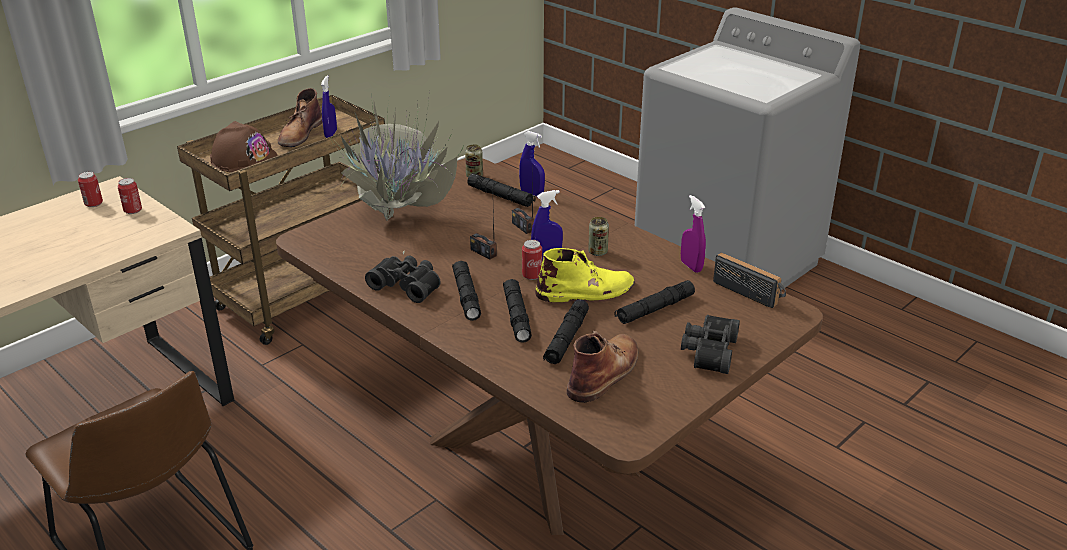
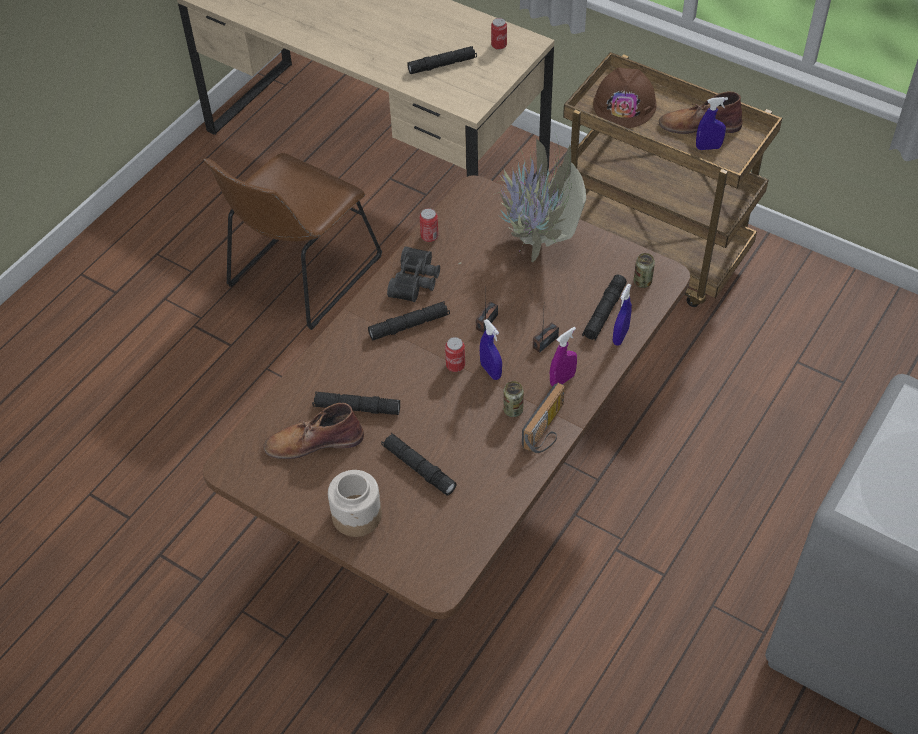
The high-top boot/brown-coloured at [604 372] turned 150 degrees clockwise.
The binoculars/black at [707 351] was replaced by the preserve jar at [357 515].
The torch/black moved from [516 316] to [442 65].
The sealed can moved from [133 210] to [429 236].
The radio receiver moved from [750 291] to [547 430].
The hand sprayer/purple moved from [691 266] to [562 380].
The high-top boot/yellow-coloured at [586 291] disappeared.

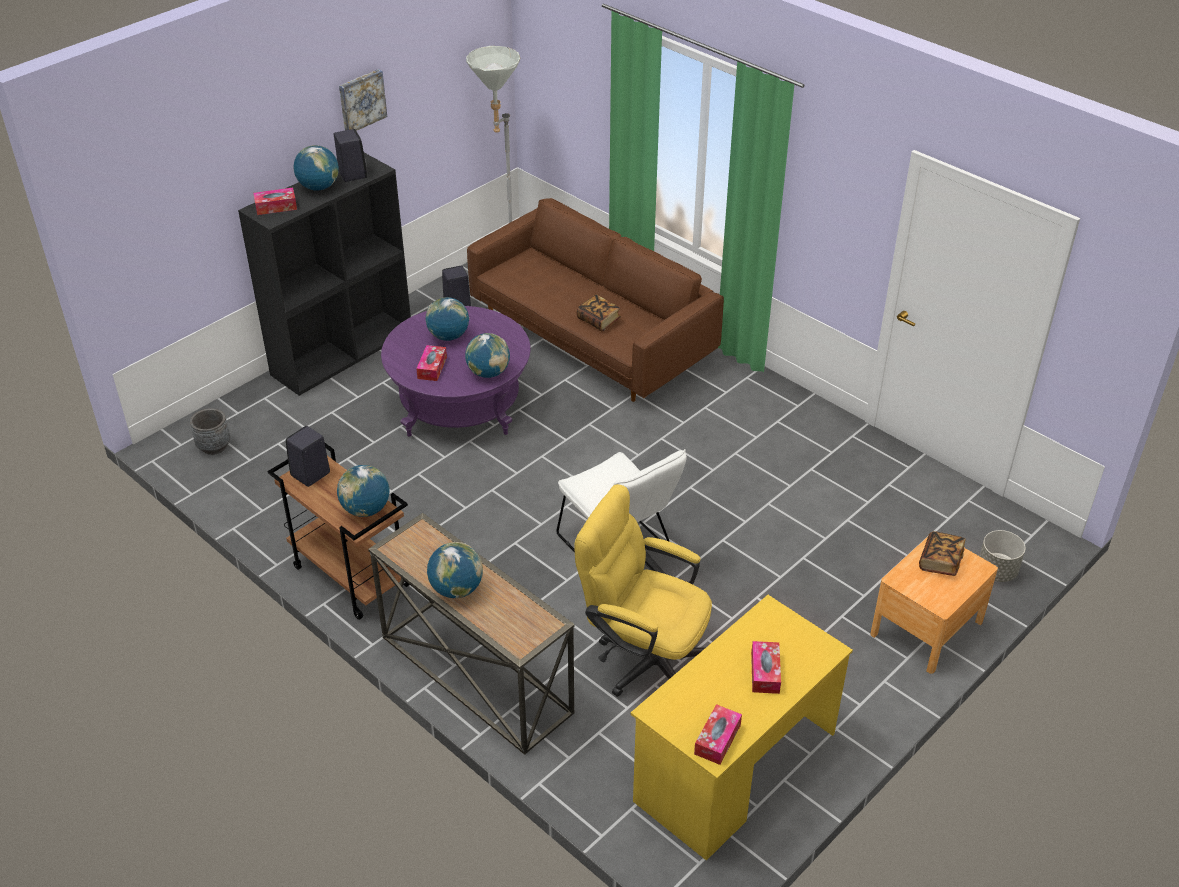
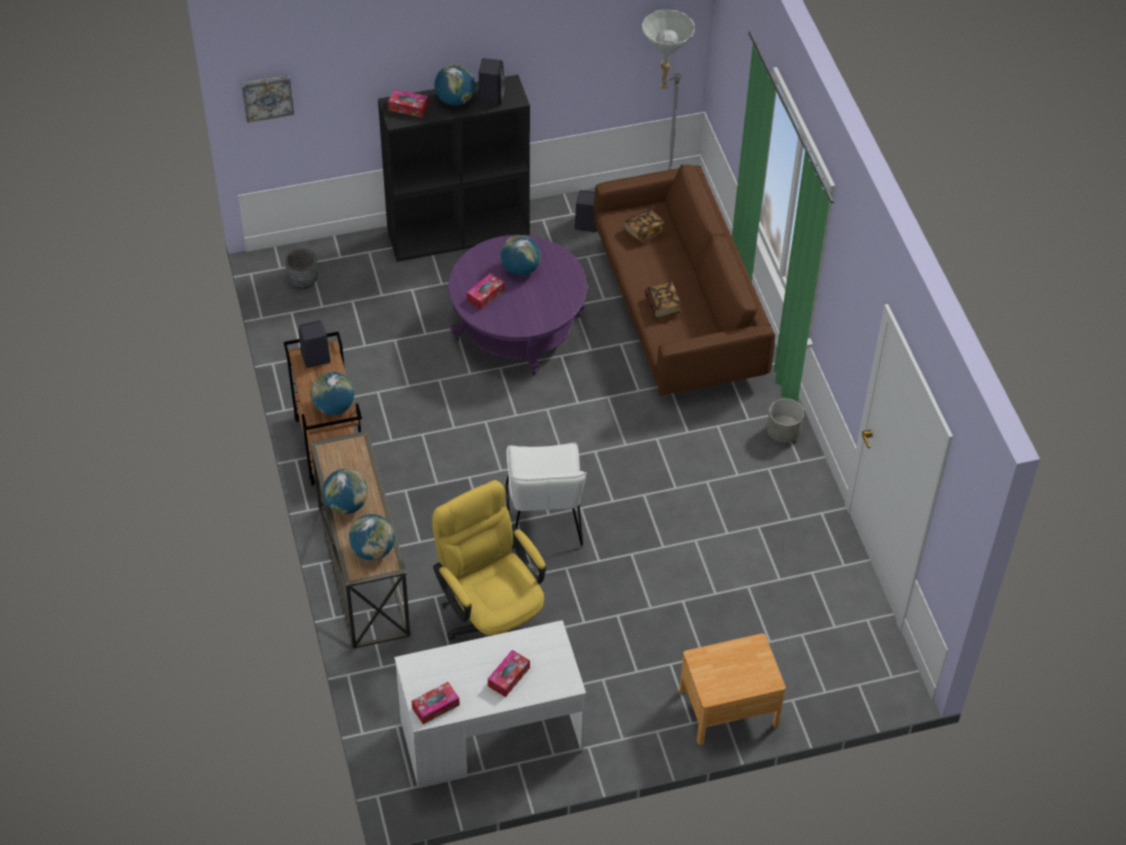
The picture moved from [361 100] to [267 96].
The globe moved from [488 373] to [373 550].
The desk unit/yellow-coloured at [735 767] became the desk unit/white at [491 736].
The book moved from [940 561] to [643 231].
The plant pot/greyish moved from [997 571] to [783 432].

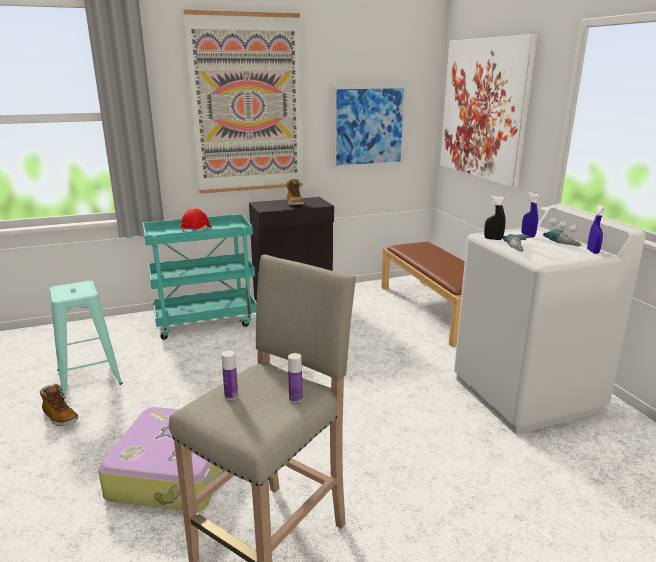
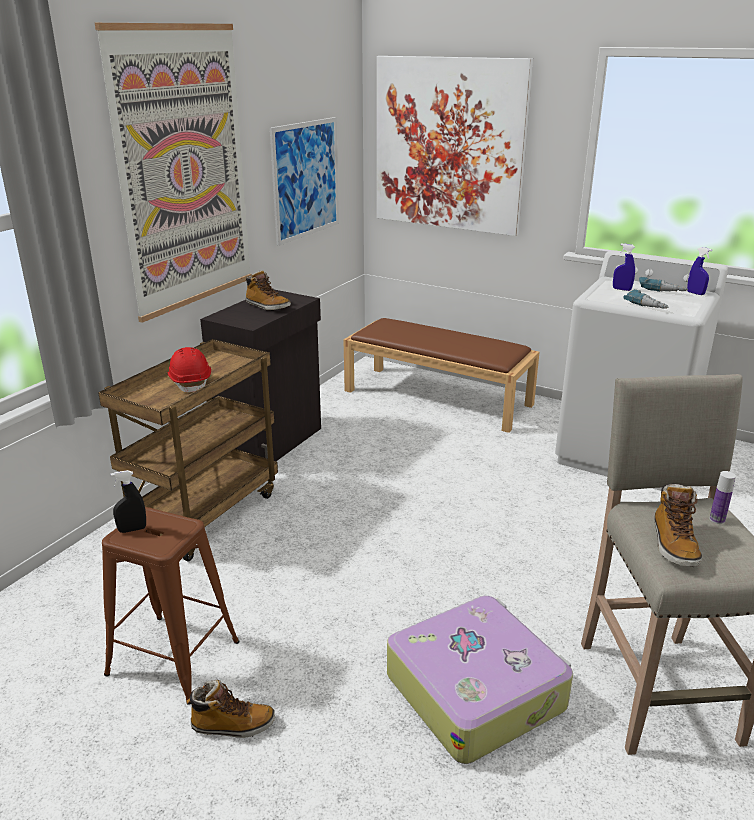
The cart/turquoise at [206 321] became the cart/brown-coloured at [205 513].
The stool seat/turquoise at [89 377] became the stool seat/brown-coloured at [173 658].
The hand sprayer/black moved from [493 239] to [132 529].
The drink bottle at [231 395] was replaced by the high-top boot at [673 544].

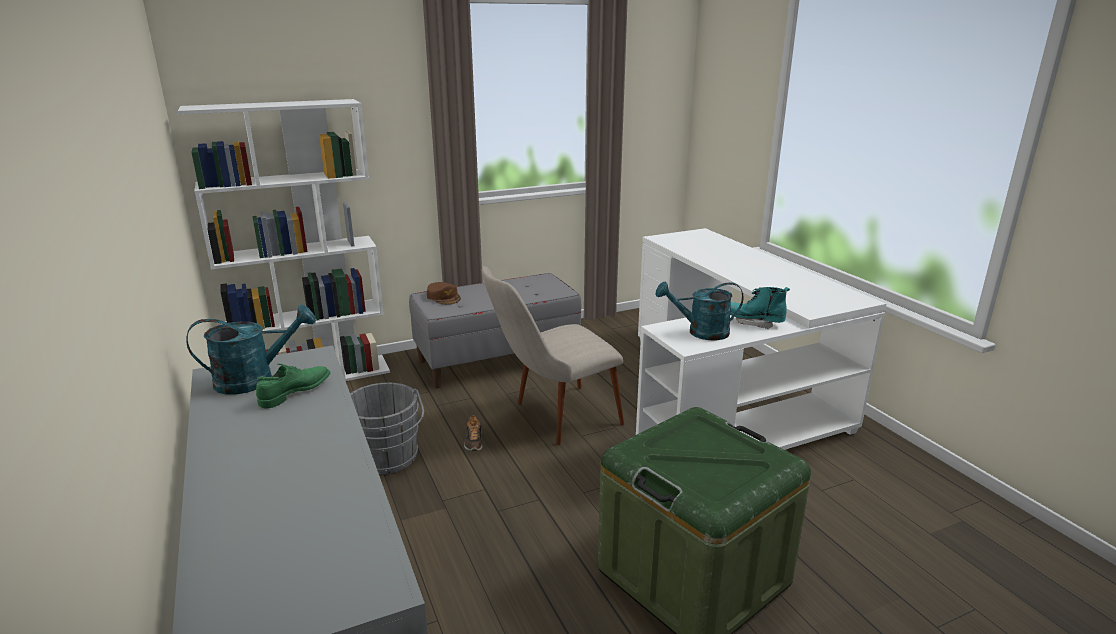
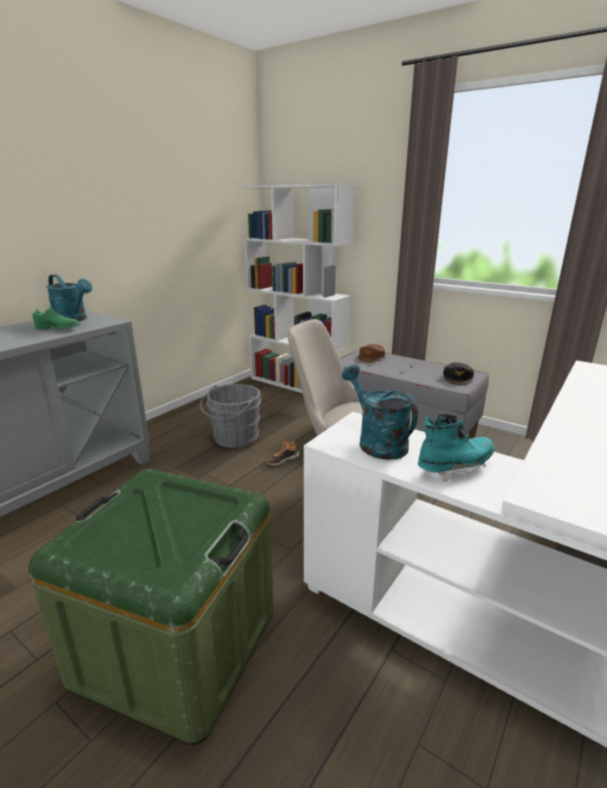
The high-top boot/turquoise at [753 322] turned 75 degrees clockwise.
The cap/black at [458 377] appeared.

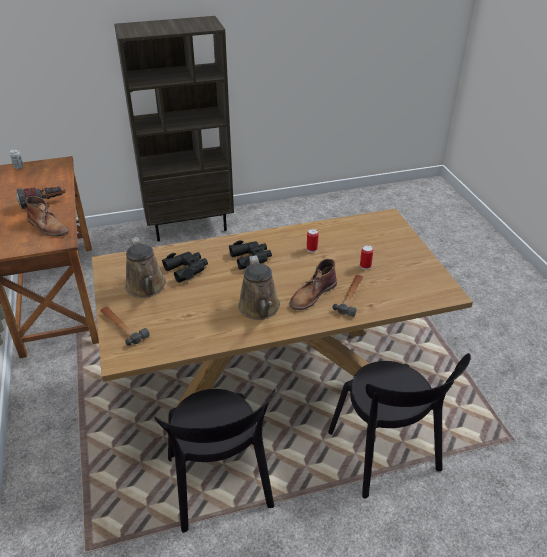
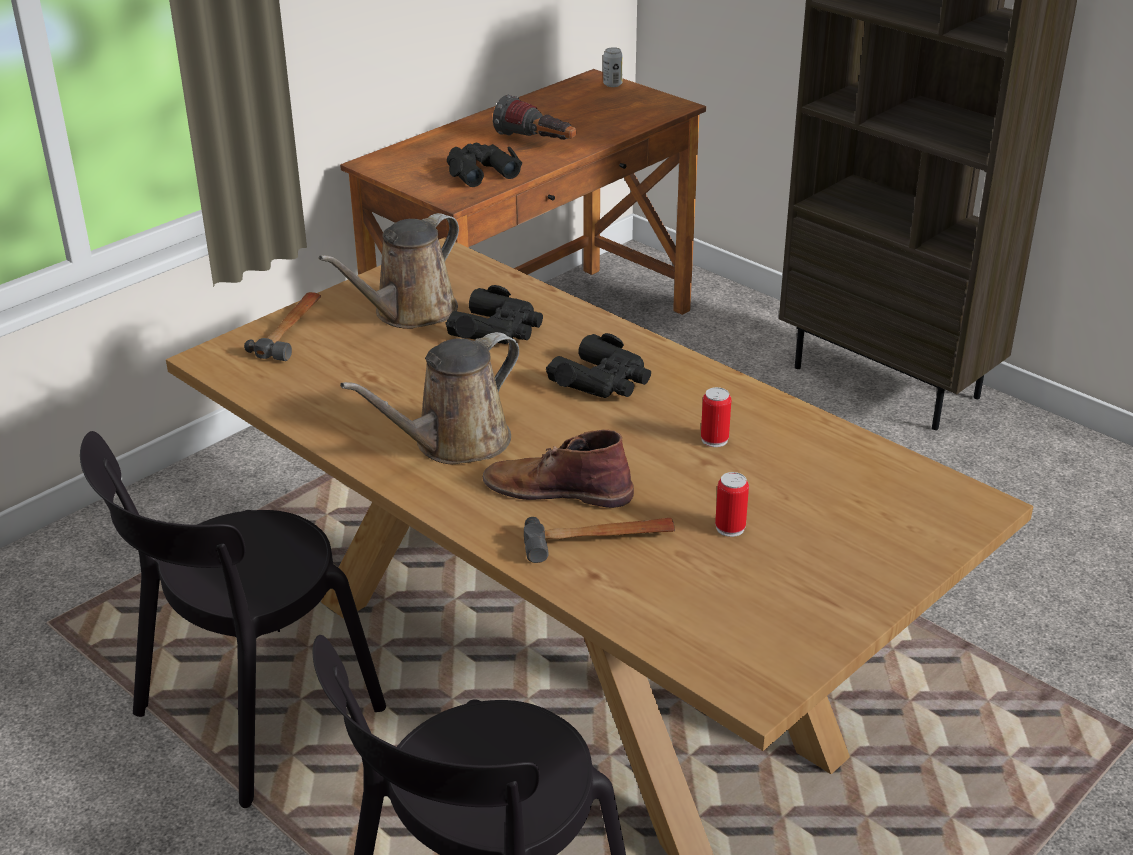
The high-top boot/brown-coloured at [48 226] was replaced by the binoculars/black at [479 171].

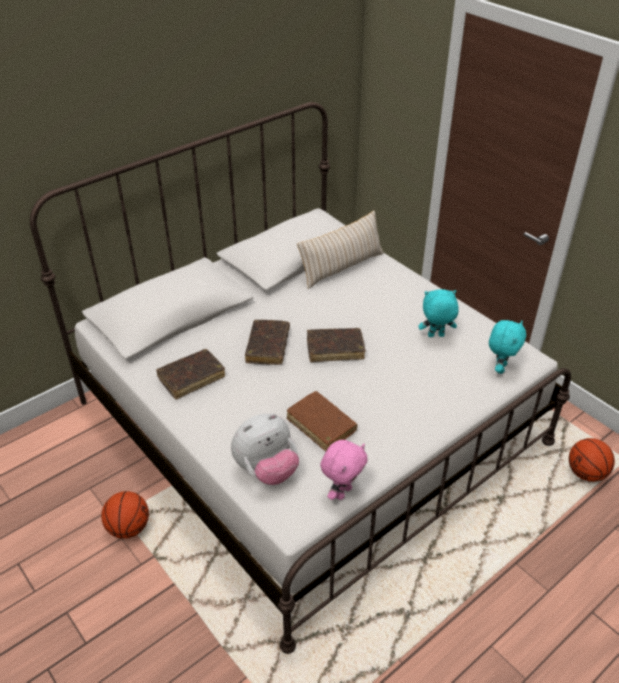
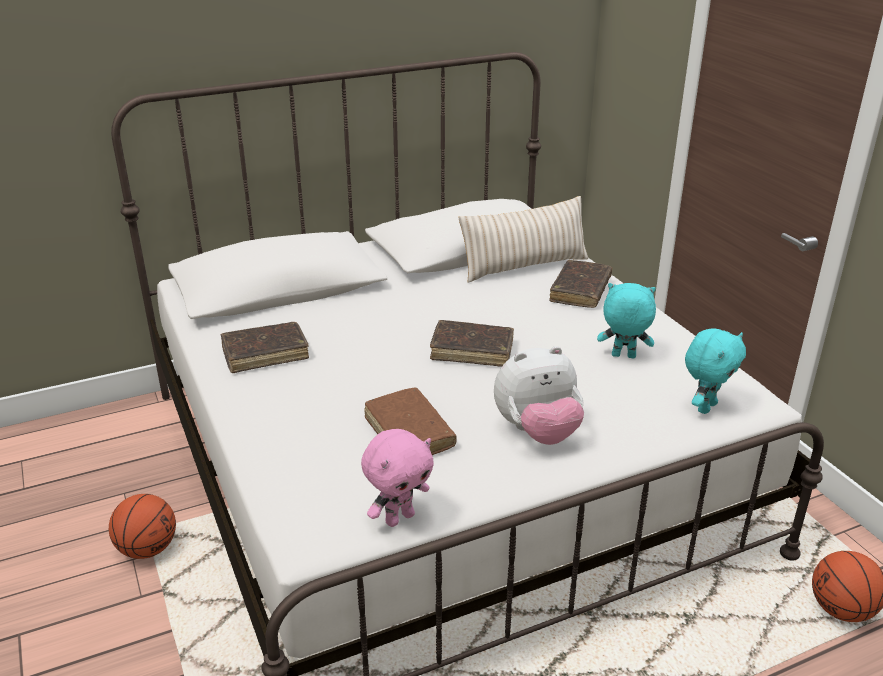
The soft toy moved from [266 470] to [537 432].
The book/brown-coloured moved from [268 347] to [580 291].

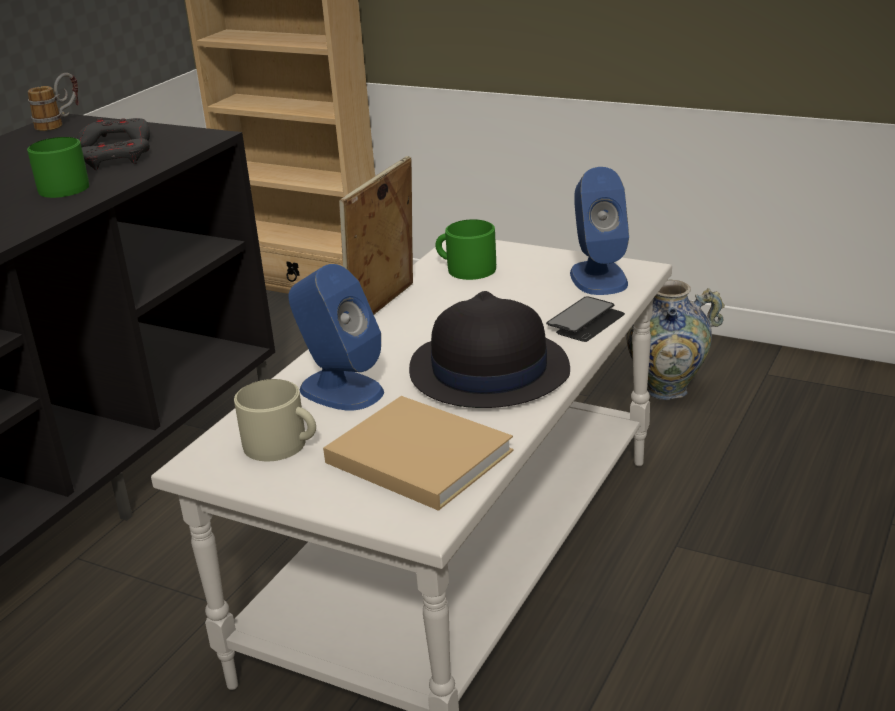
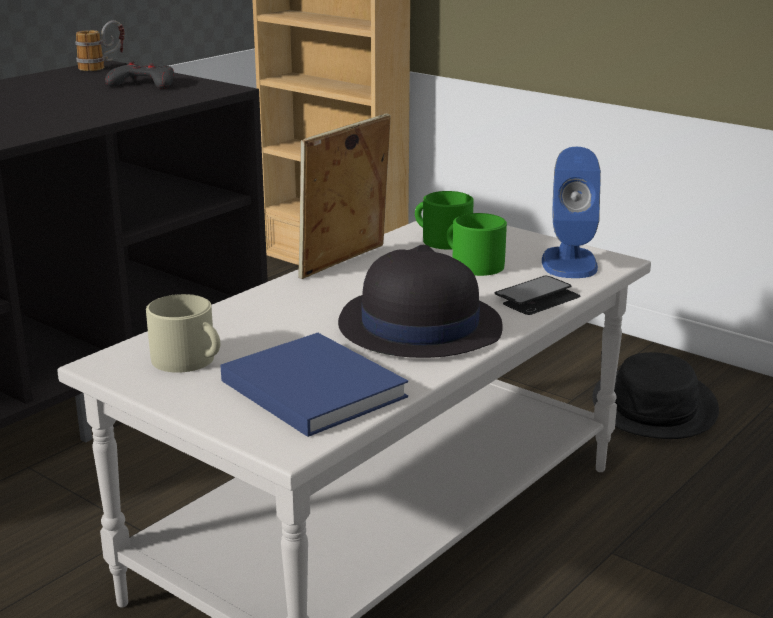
The book/sand-coloured at [415 455] became the book/bluish at [310 387].
The mug/green moved from [58 187] to [472 264].
The decorative vase at [667 390] was replaced by the wearable hat/black at [655 406].
The joypad/greyish at [114 161] disappeared.
The loudspeaker/bluish at [340 390] disappeared.

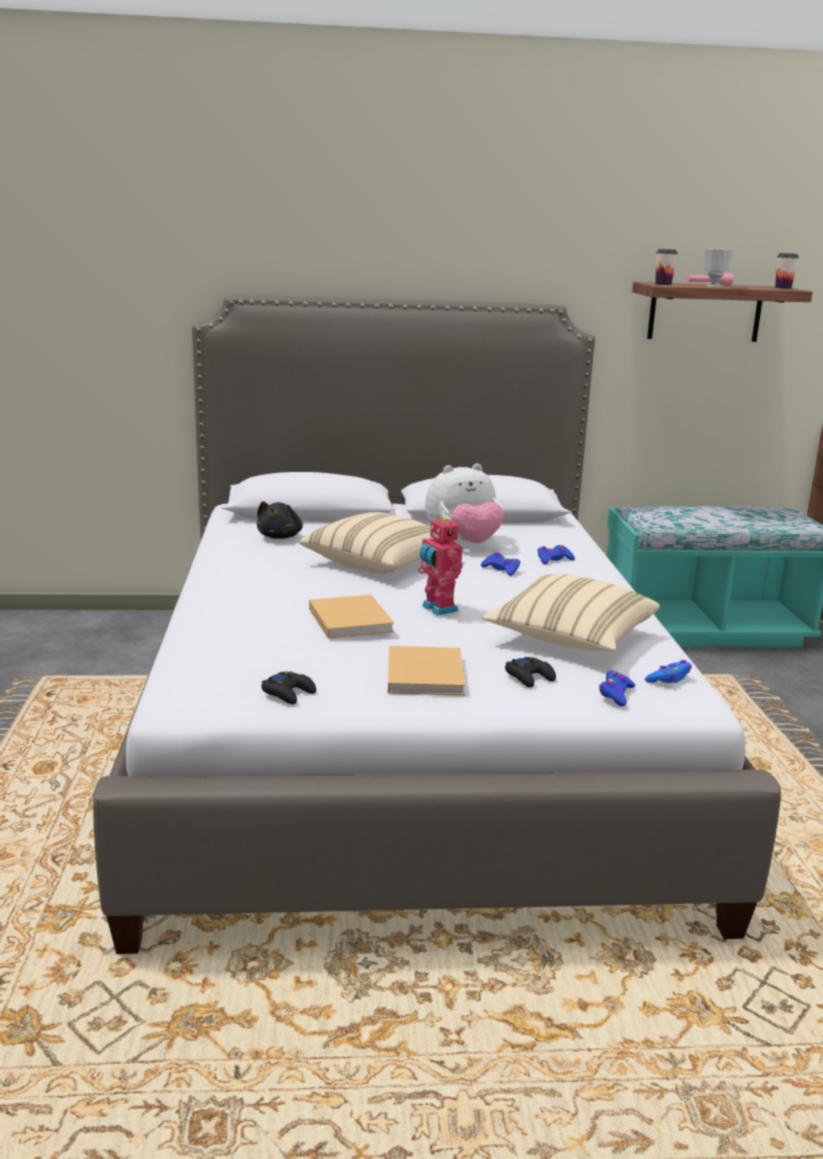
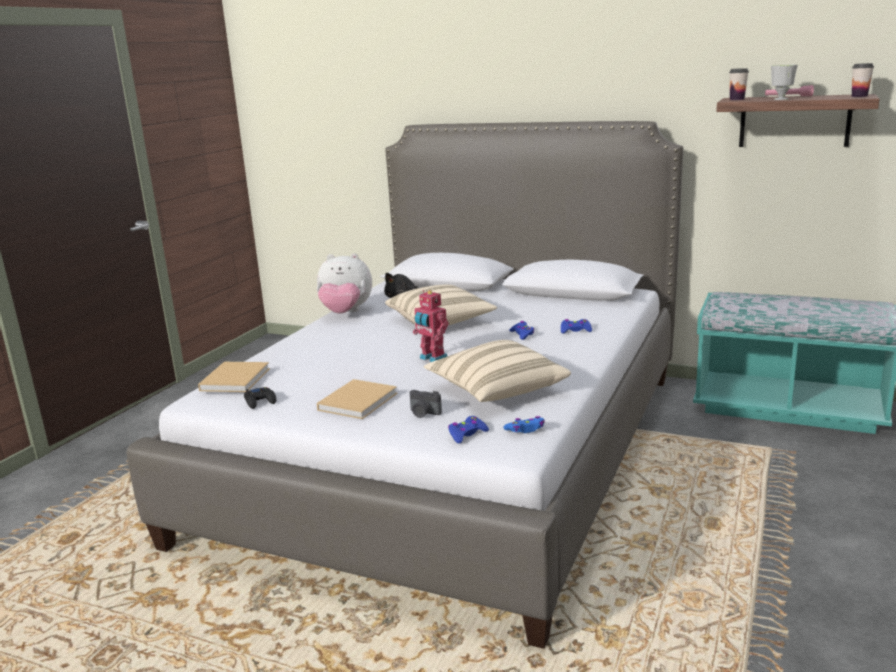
The book/sand-coloured moved from [349 619] to [236 378].
The soft toy moved from [463 543] to [345 313].
The joypad/black at [530 677] was replaced by the still camera at [423 413].
The robot figure at [438 609] turned 45 degrees counterclockwise.

